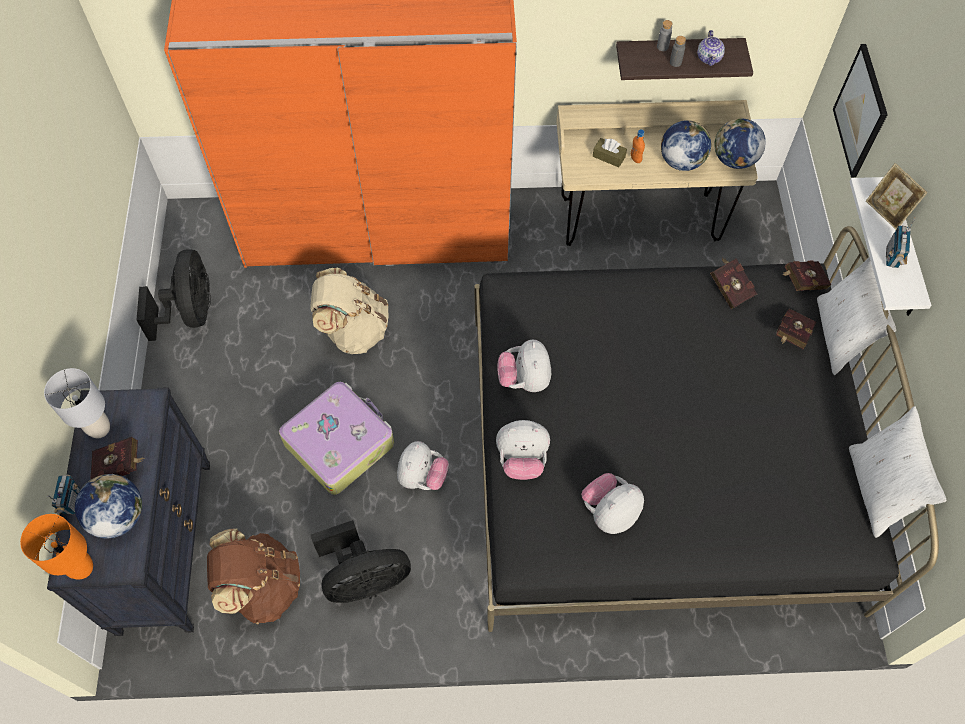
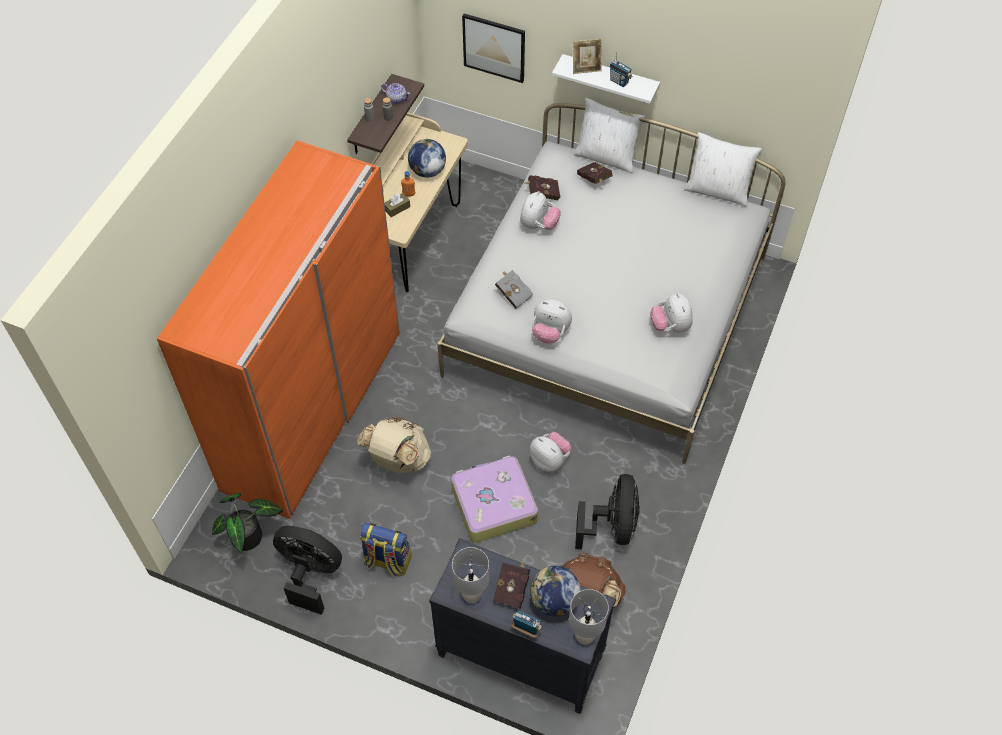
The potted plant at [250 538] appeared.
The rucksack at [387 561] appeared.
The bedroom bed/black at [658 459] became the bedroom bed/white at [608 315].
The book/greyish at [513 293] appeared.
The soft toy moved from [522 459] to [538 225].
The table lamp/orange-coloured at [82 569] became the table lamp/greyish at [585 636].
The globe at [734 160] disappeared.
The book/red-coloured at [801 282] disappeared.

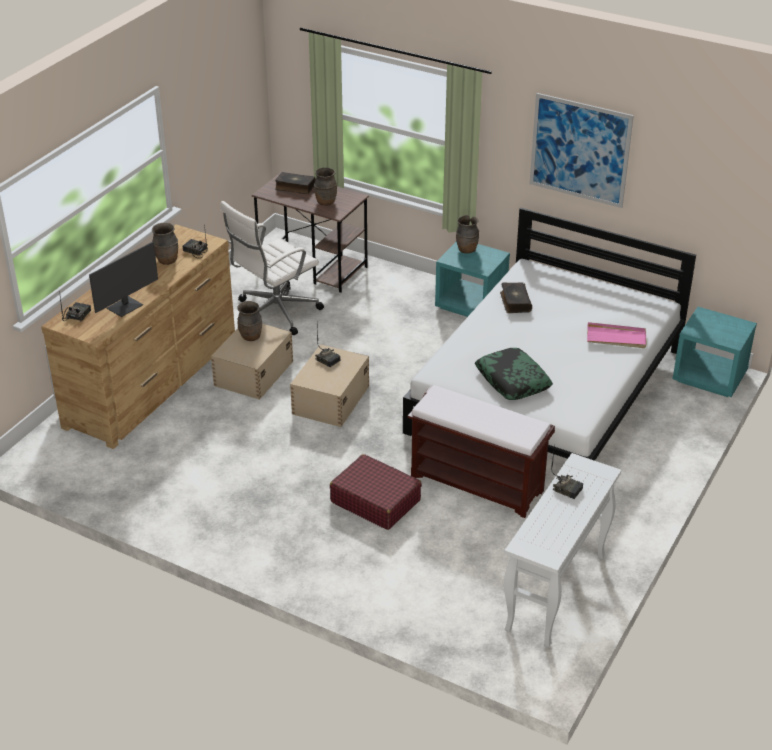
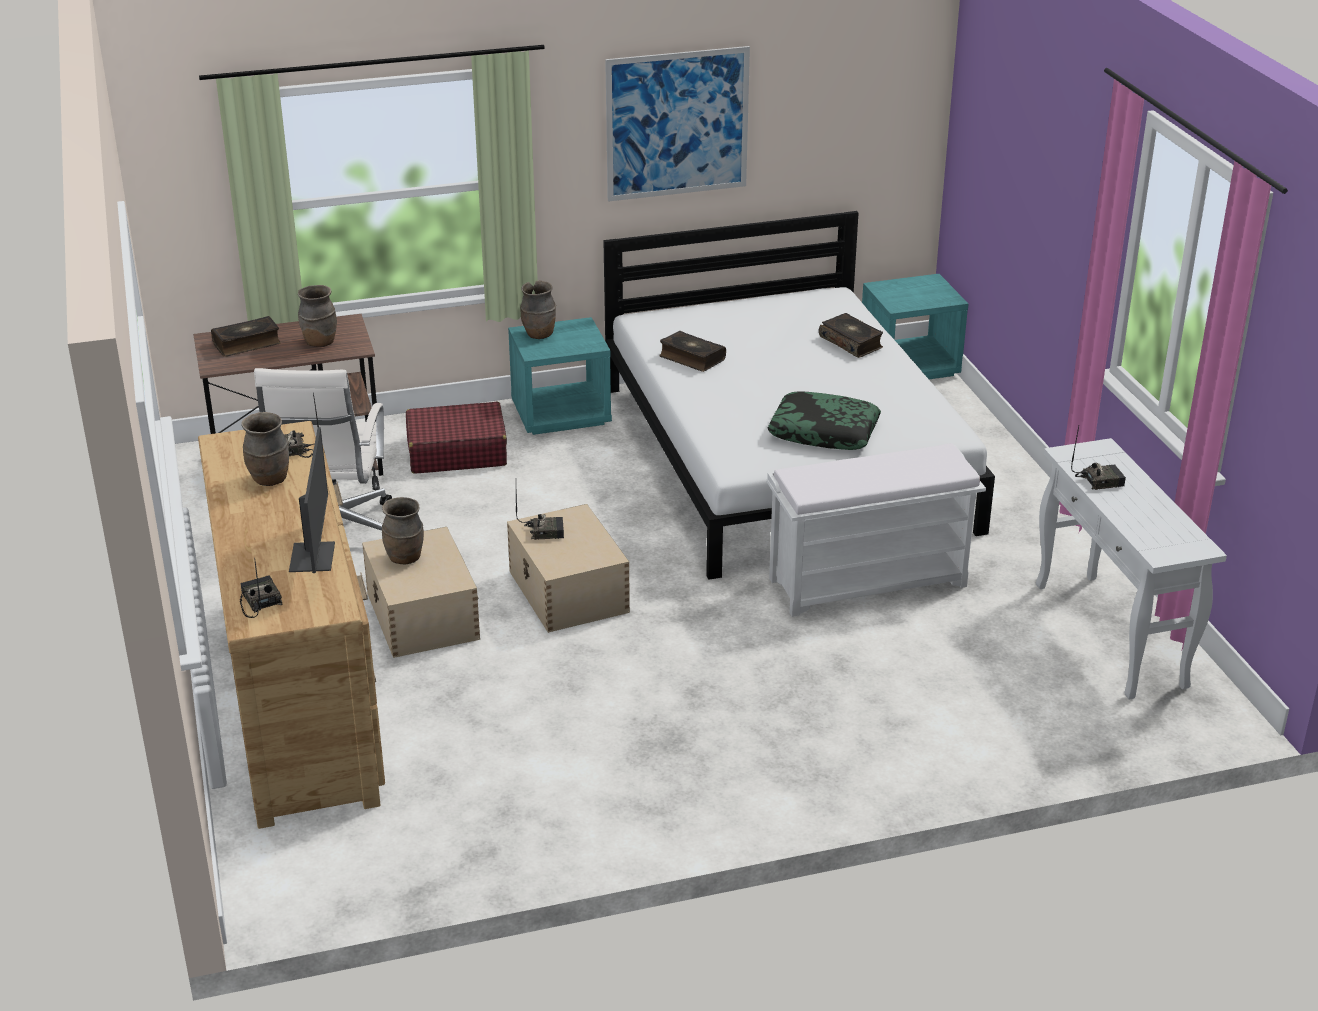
The piece of luggage/red-coloured moved from [375 501] to [456 452].
The bench/brown-coloured at [478 483] became the bench/white at [869 581].
The tray/pink-coloured at [616 338] was replaced by the book at [851 342].

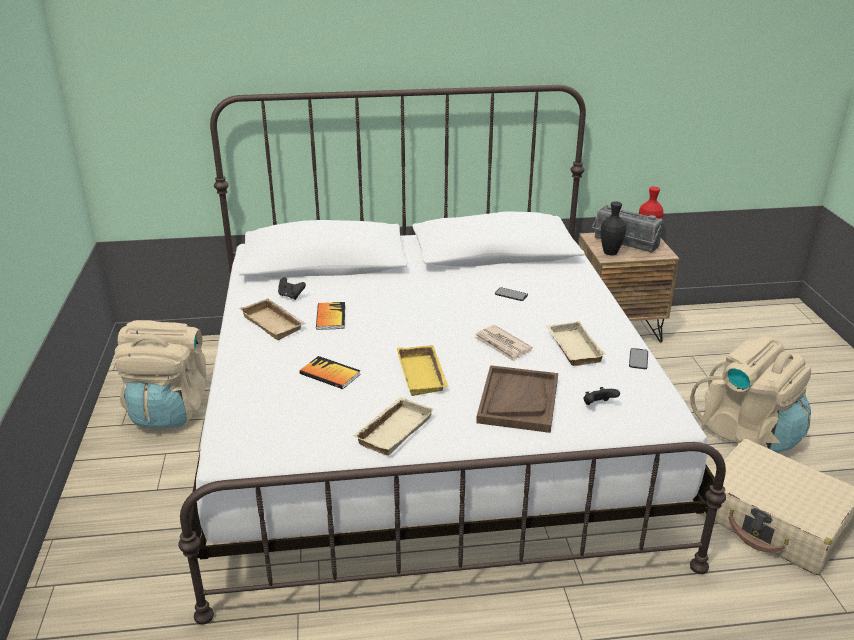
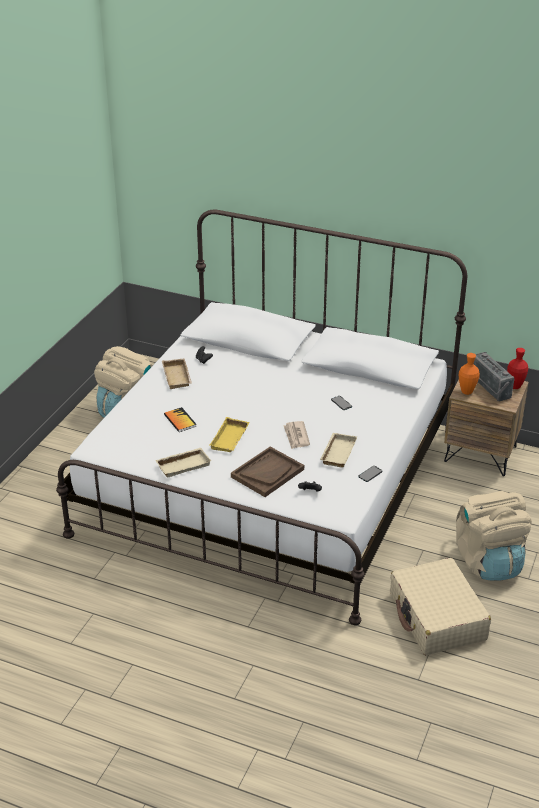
The decorative vase/black at [610 253] became the decorative vase/orange-coloured at [466 392].
The book at [330 317] disappeared.

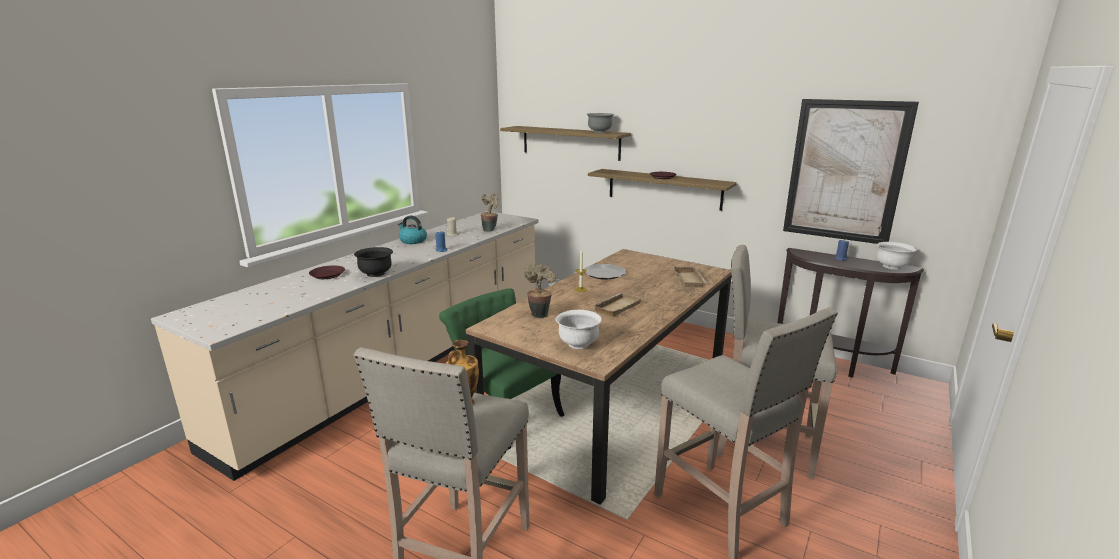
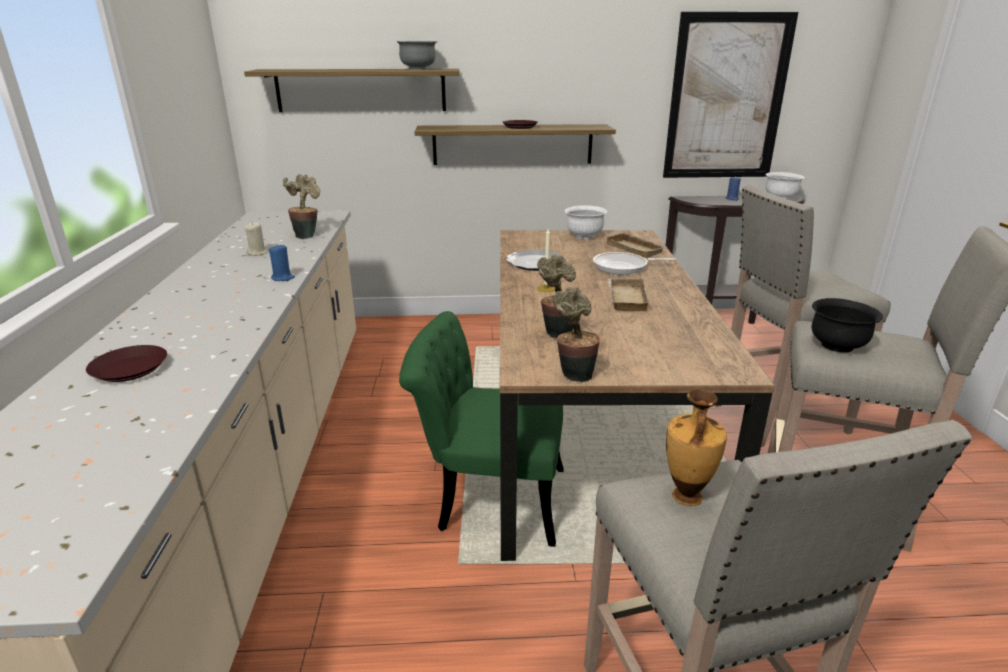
The potted plant at [574 374] appeared.
The serving bowl/white moved from [578 344] to [584 236].
The skillet at [623 267] appeared.
The serving bowl/black moved from [376 274] to [837 346].
The kettle at [412 241] disappeared.

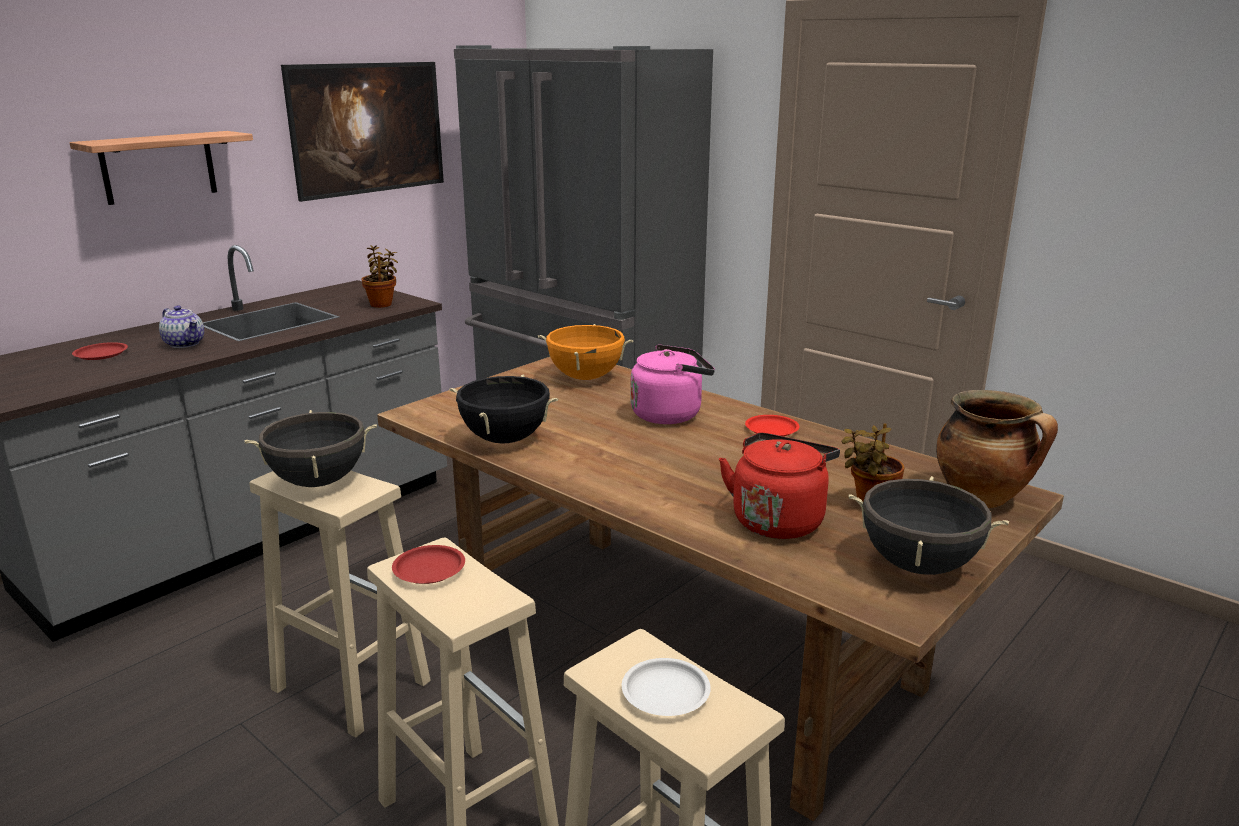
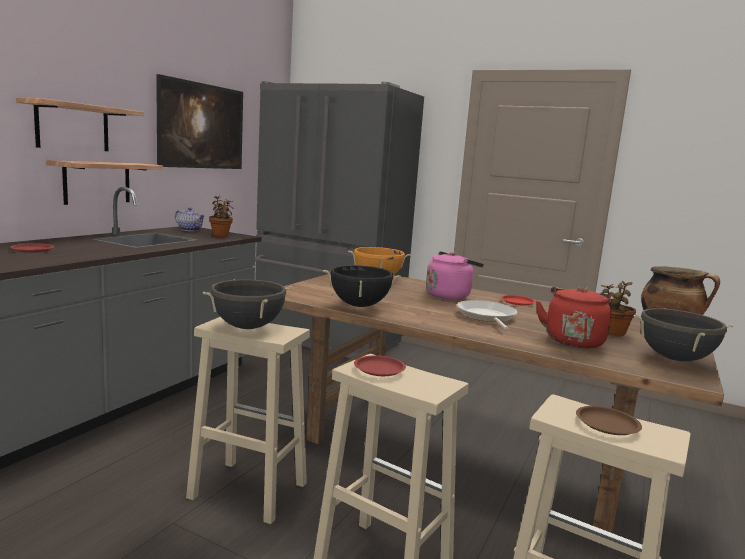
The wall shelf at [97 182] appeared.
The teapot moved from [185 344] to [190 230].
The skillet at [486 317] appeared.
The plate/white at [665 693] became the plate/brown-coloured at [607 425].

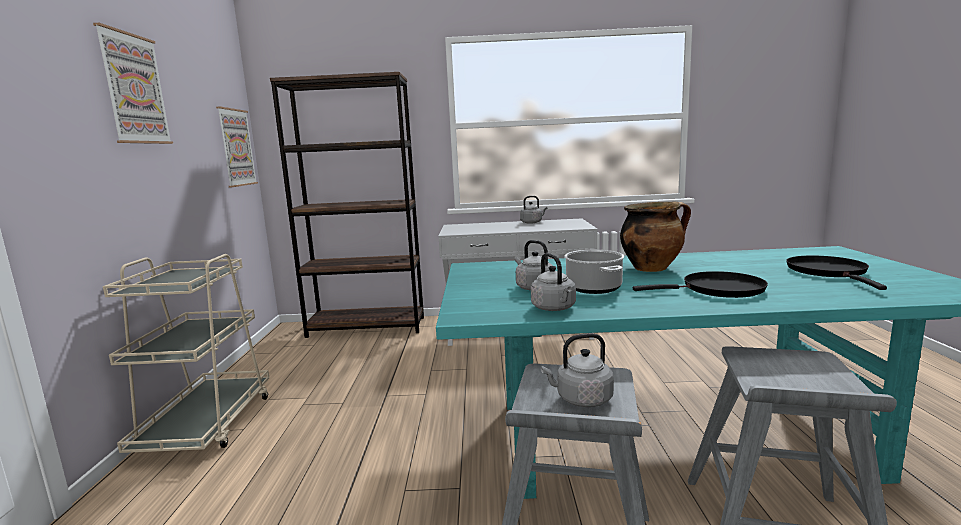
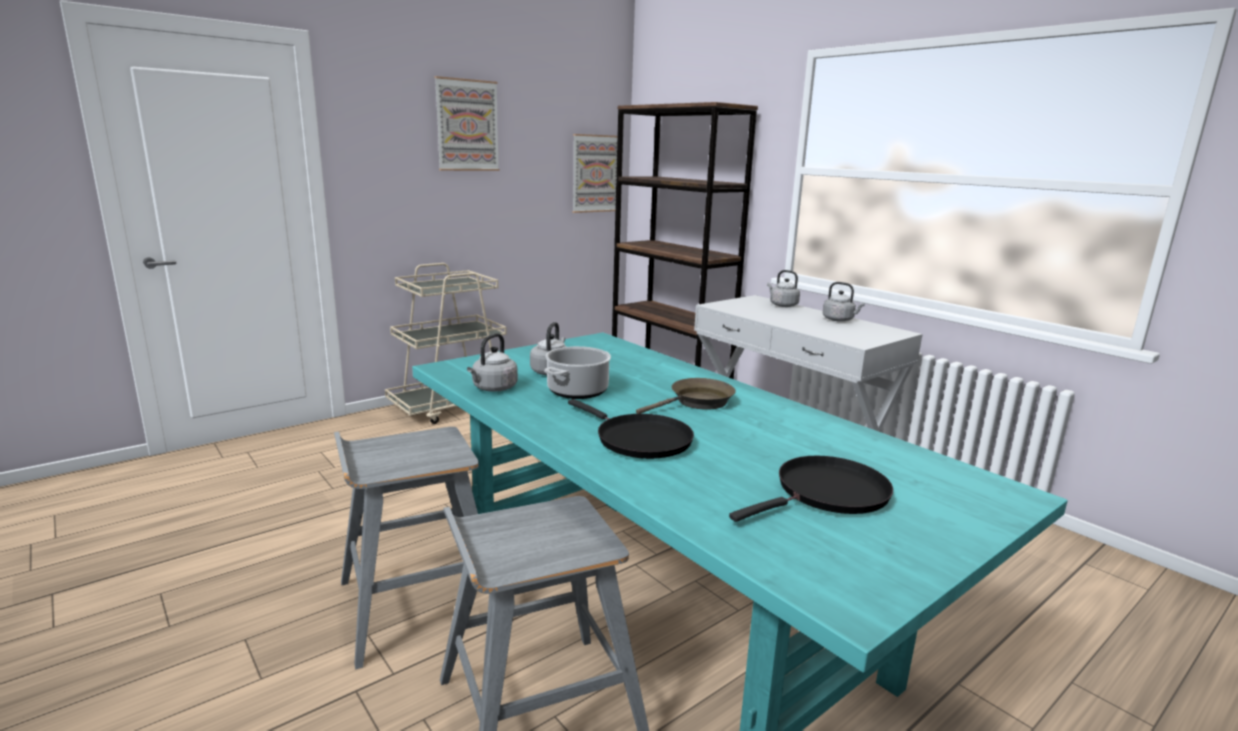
The stockpot at [652 268] was replaced by the skillet/brown-coloured at [697 402].
The kettle/greyish moved from [581 399] to [782 305].

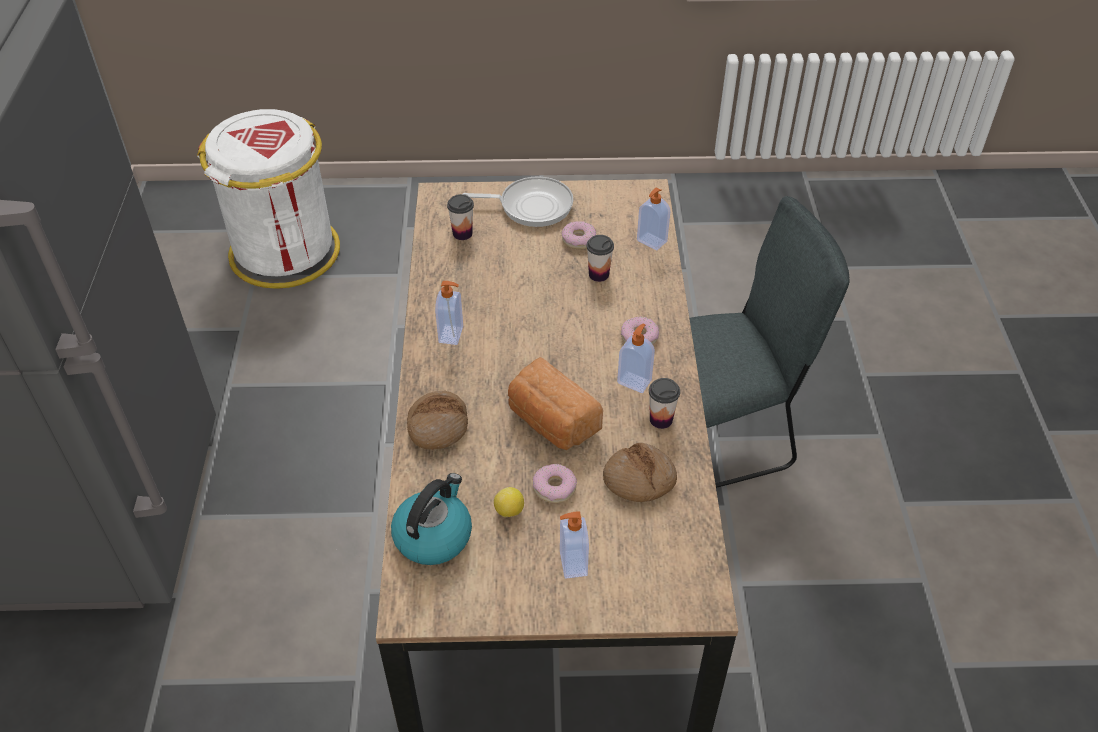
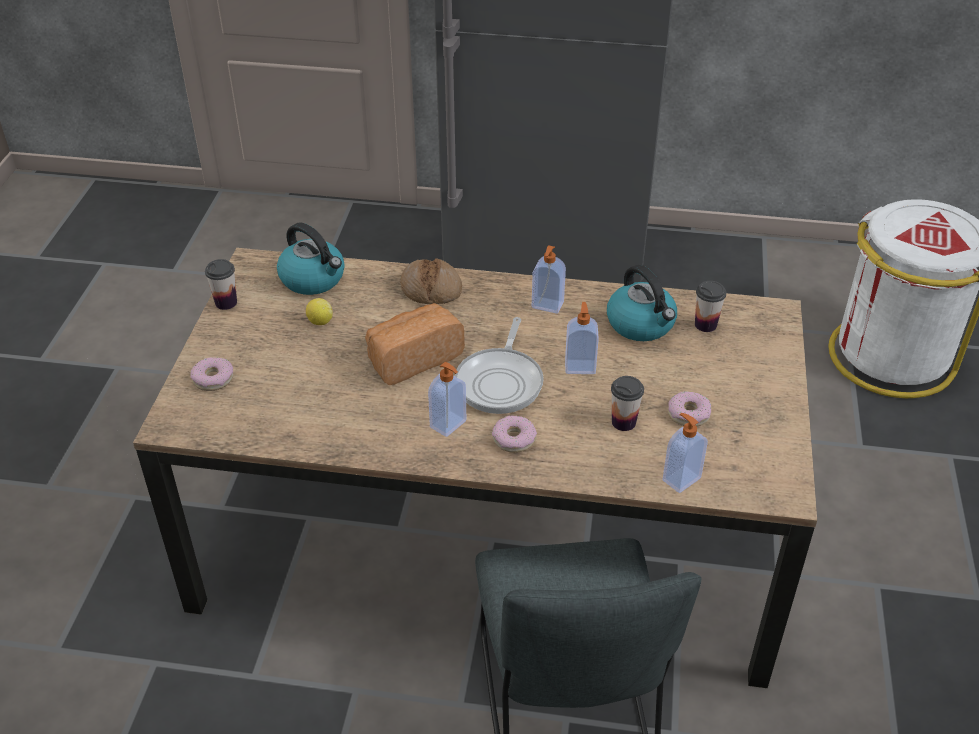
The ring doughnut moved from [554 488] to [213 379].
The small cup moved from [661 419] to [226 303].
The skillet moved from [531 206] to [501 381].
The soap bottle moved from [572 564] to [580 366].
The kettle at [641 324] appeared.
The baked bread at [639 480] disappeared.

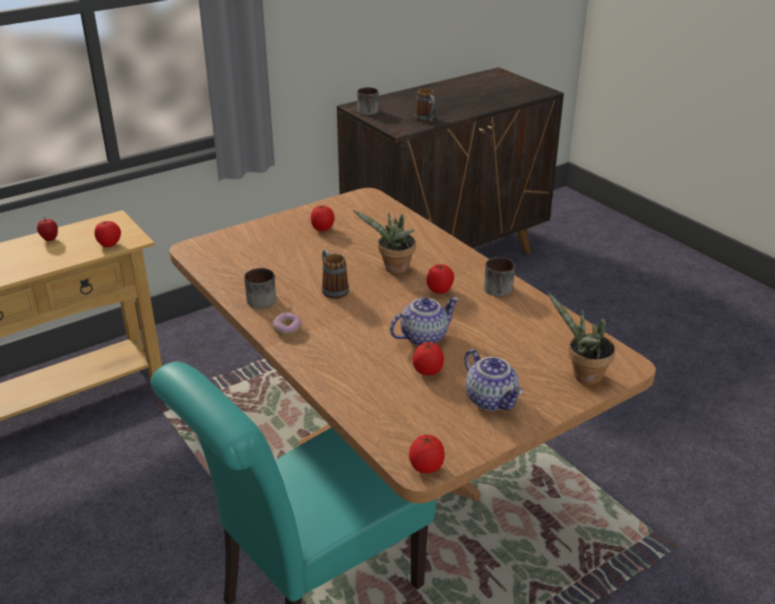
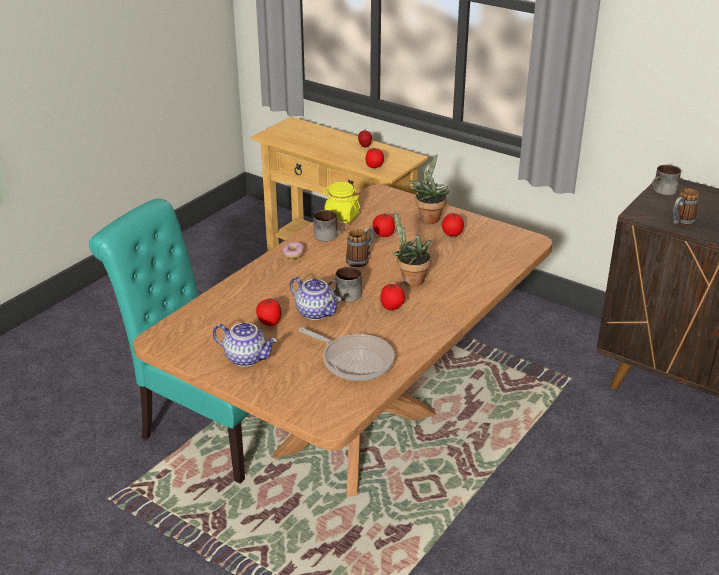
The teapot at [492 400] turned 105 degrees counterclockwise.
The skillet at [354 361] appeared.
The preserve jar/yellow-coloured at [341 217] appeared.
The mug moved from [499 291] to [345 296].
The whole tomato moved from [425 468] to [383 235].
The potted plant moved from [583 376] to [428 218].

